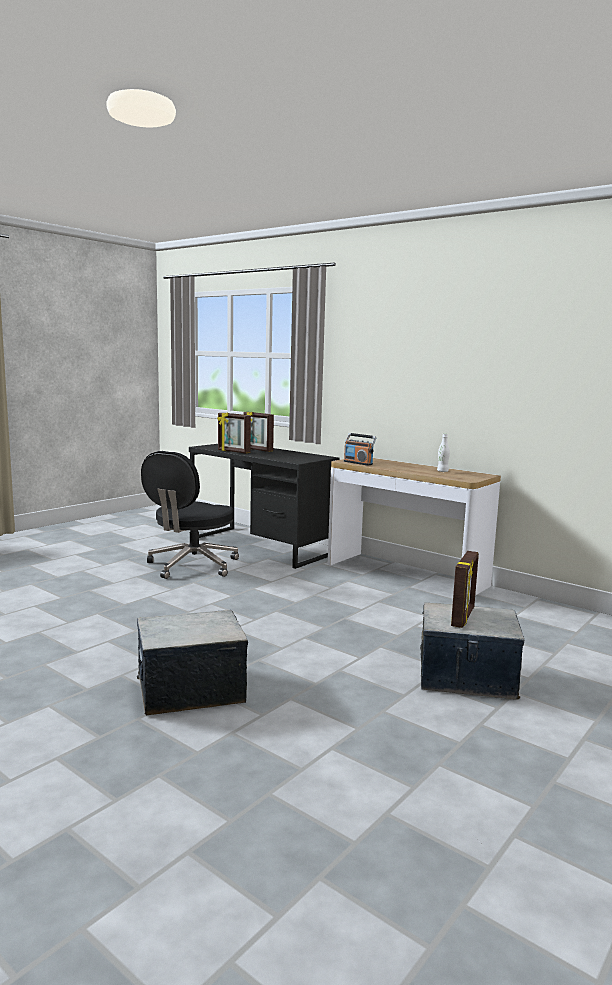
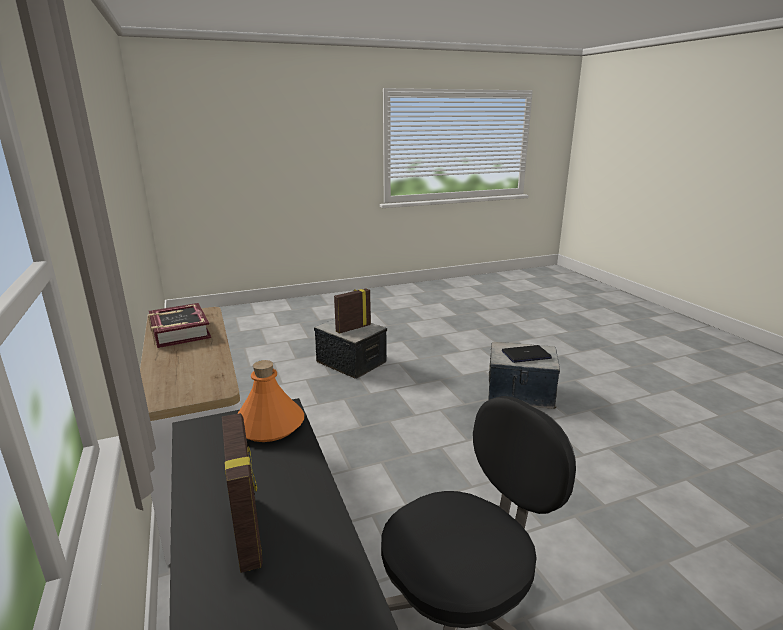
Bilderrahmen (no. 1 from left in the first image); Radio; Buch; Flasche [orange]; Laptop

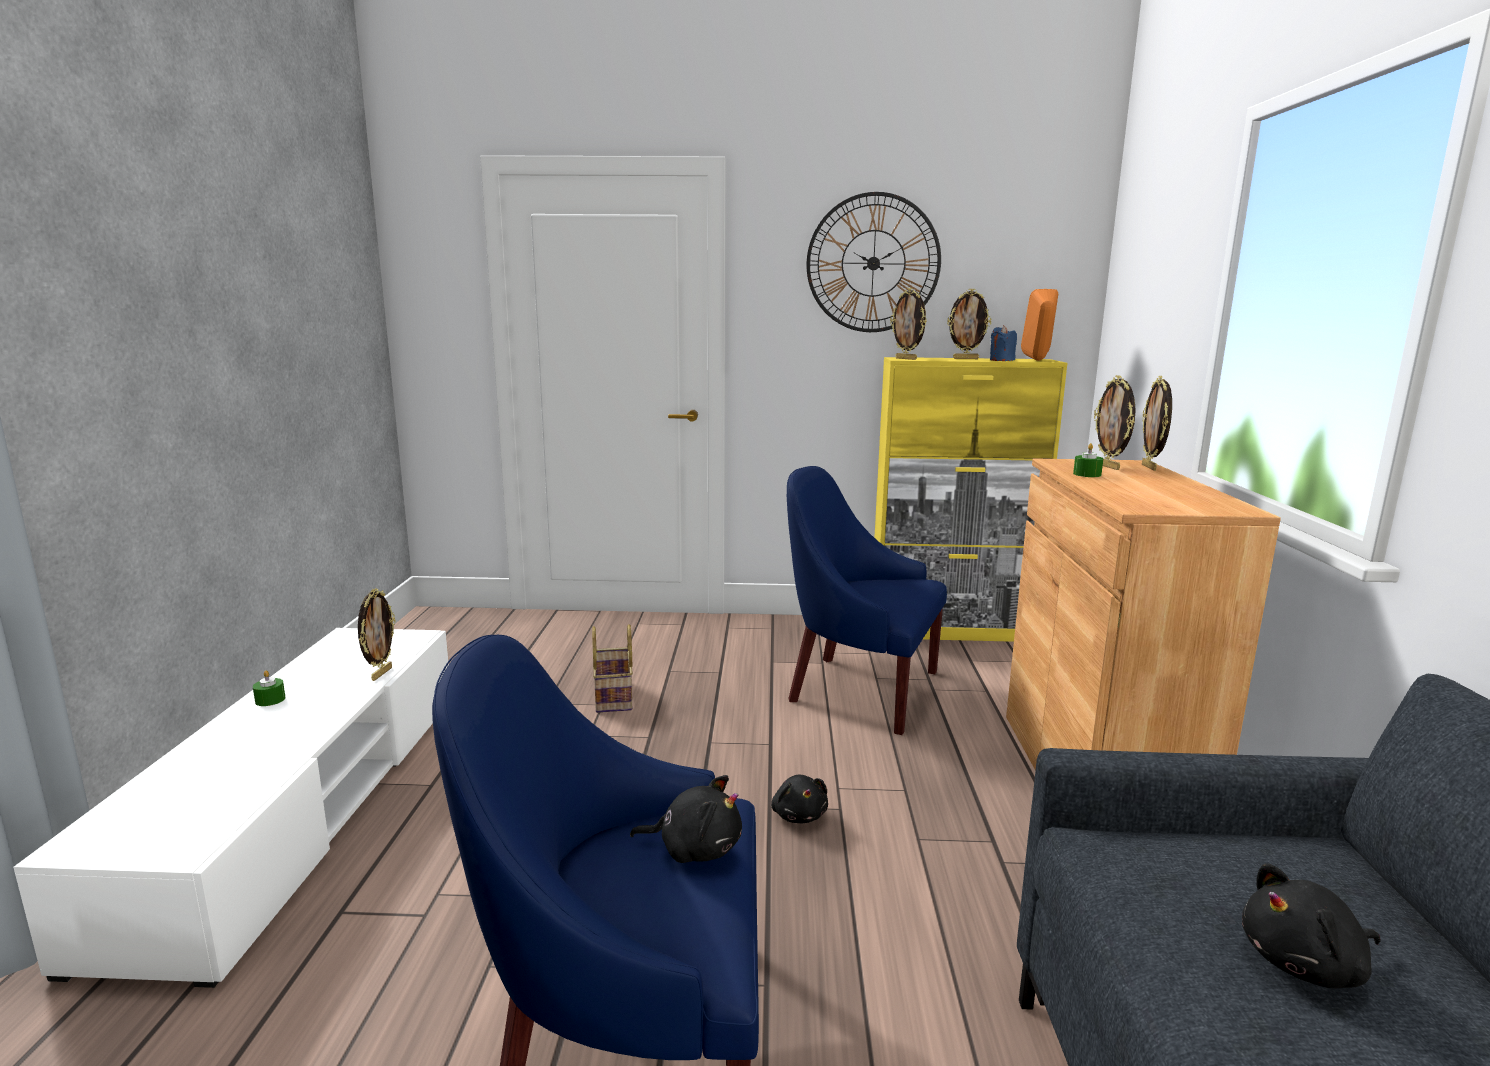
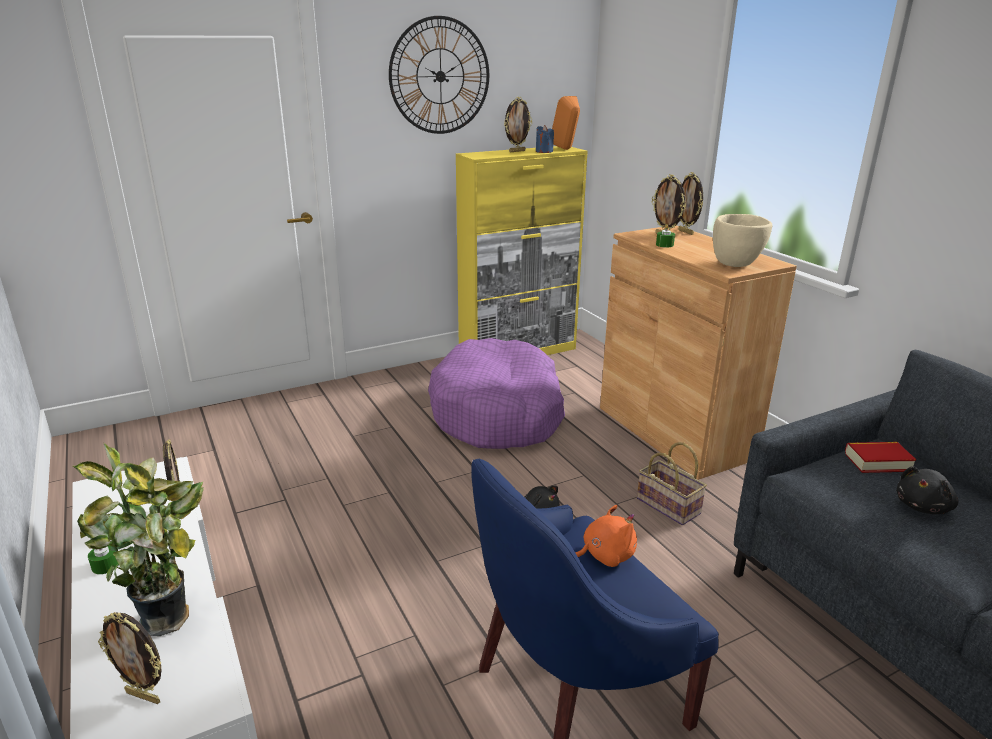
Korb; Plüschtier [orange]; Hundebett [lila]; Bilderrahmen (no. 1 from left); Topfpflanze; Schüssel [beige]; Buch

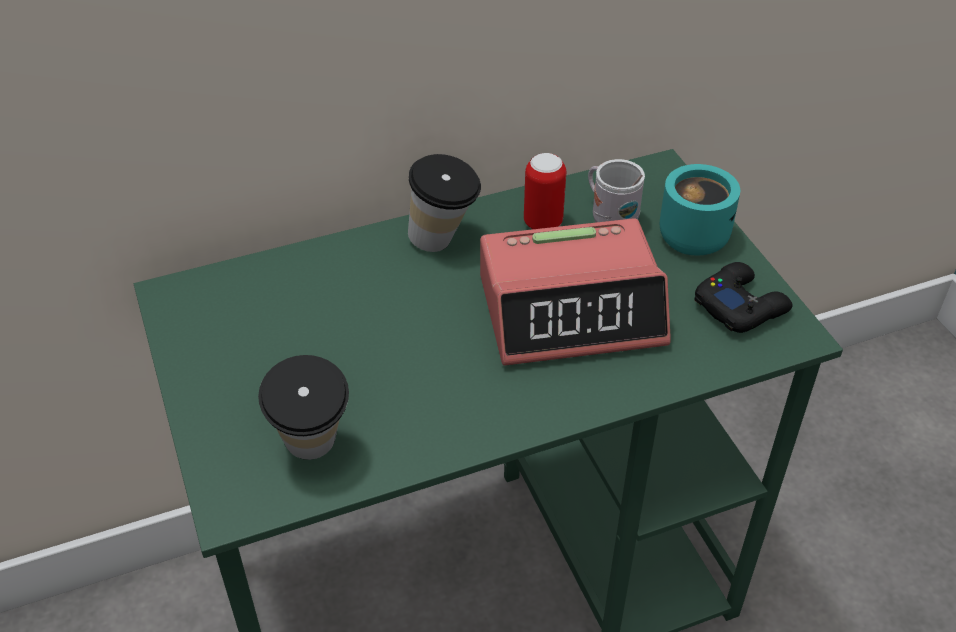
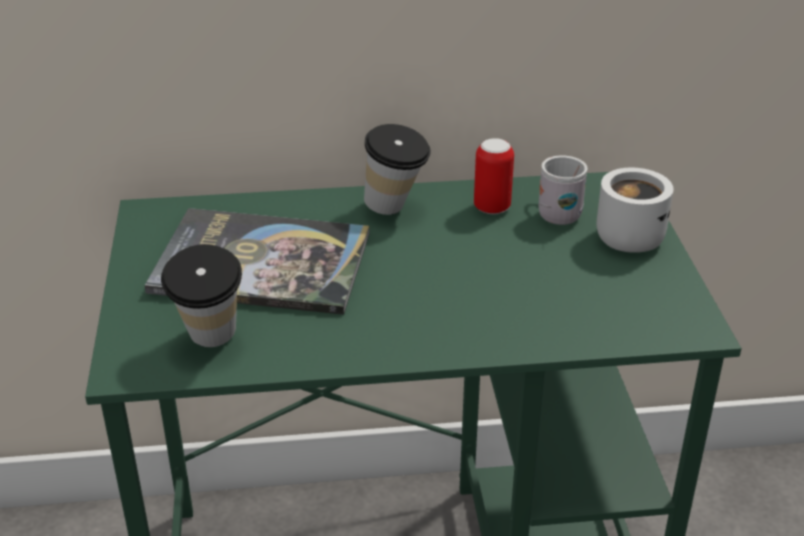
Wecker; Henkelbecher [weiß] (no. 2 from left); Gamepad [schwarz]; Buch

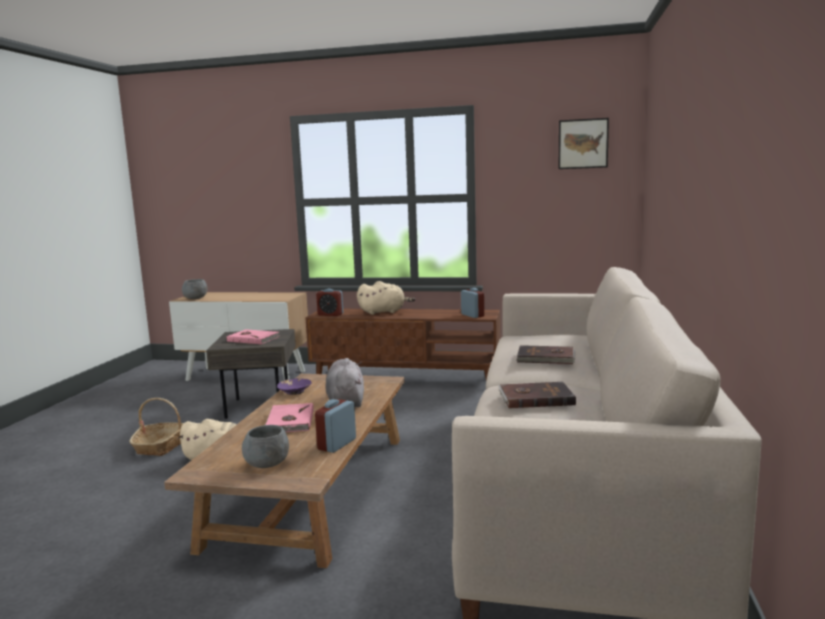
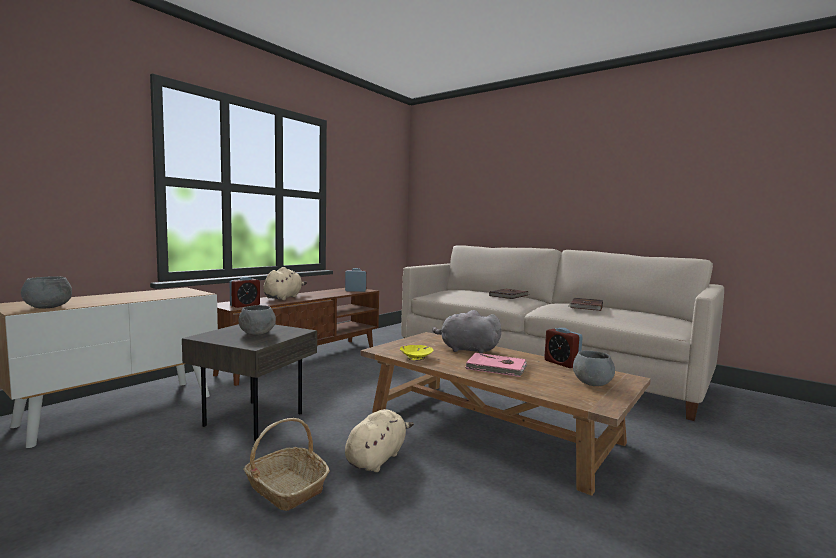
Schüssel [grau] (no. 2 from left); Schüssel [gelb]; Bild

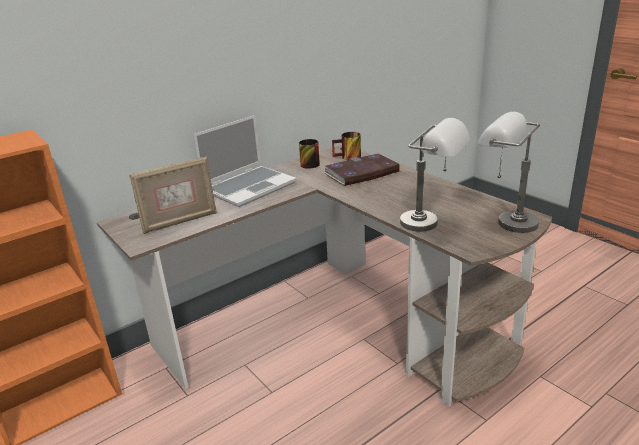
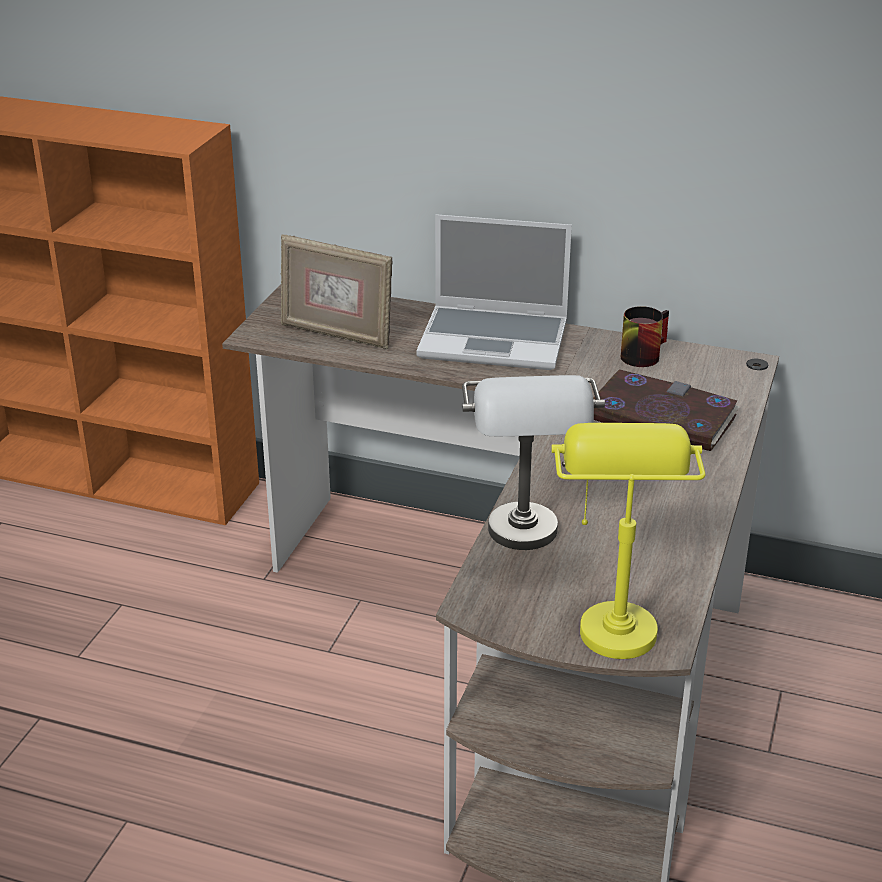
Henkelbecher (no. 2 from left in the first image); Tischlampe [gelb]

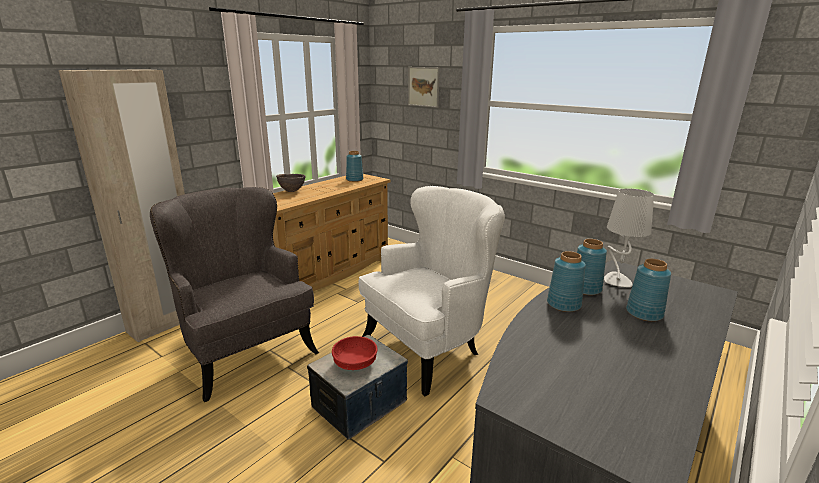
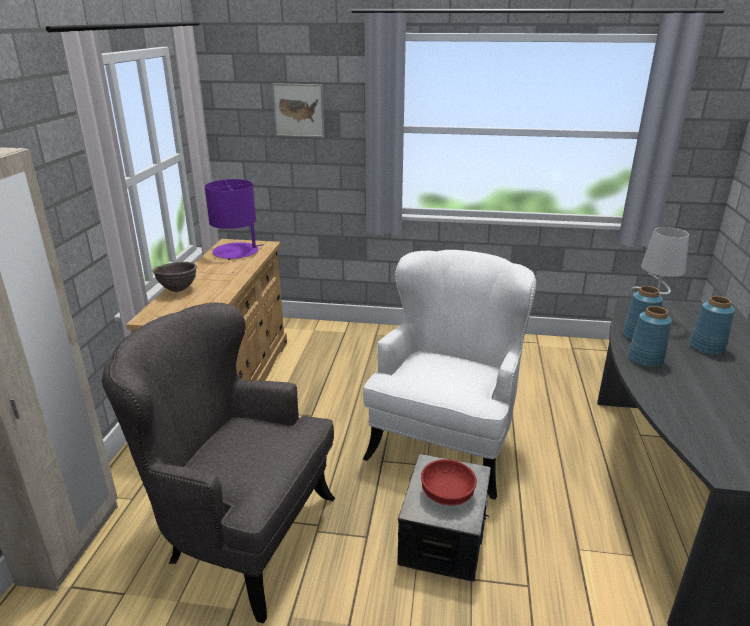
Tischlampe [lila]

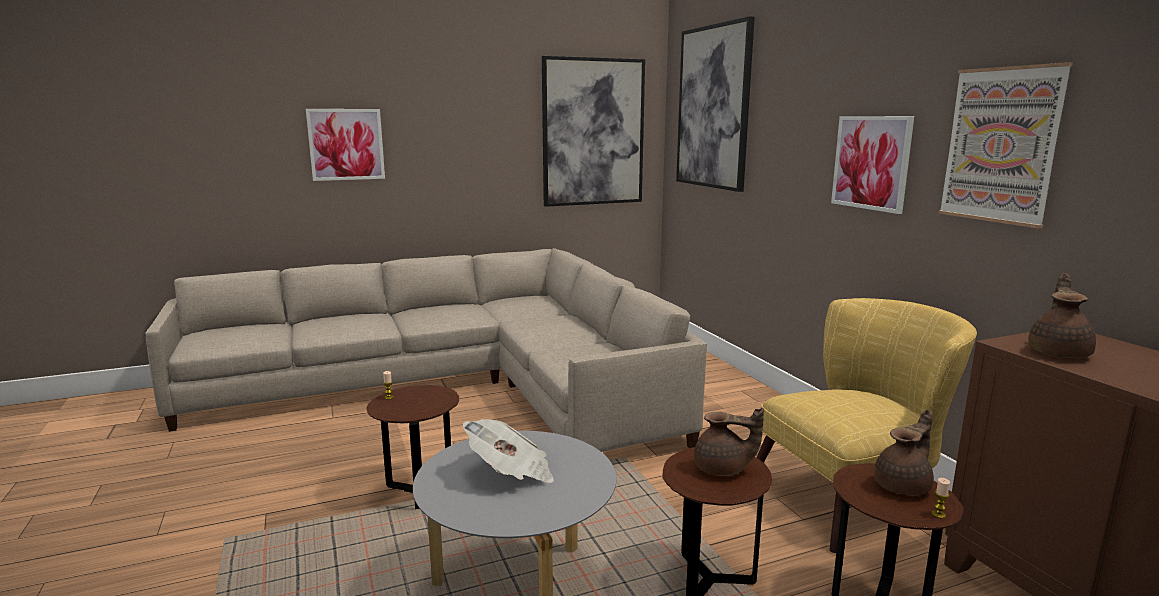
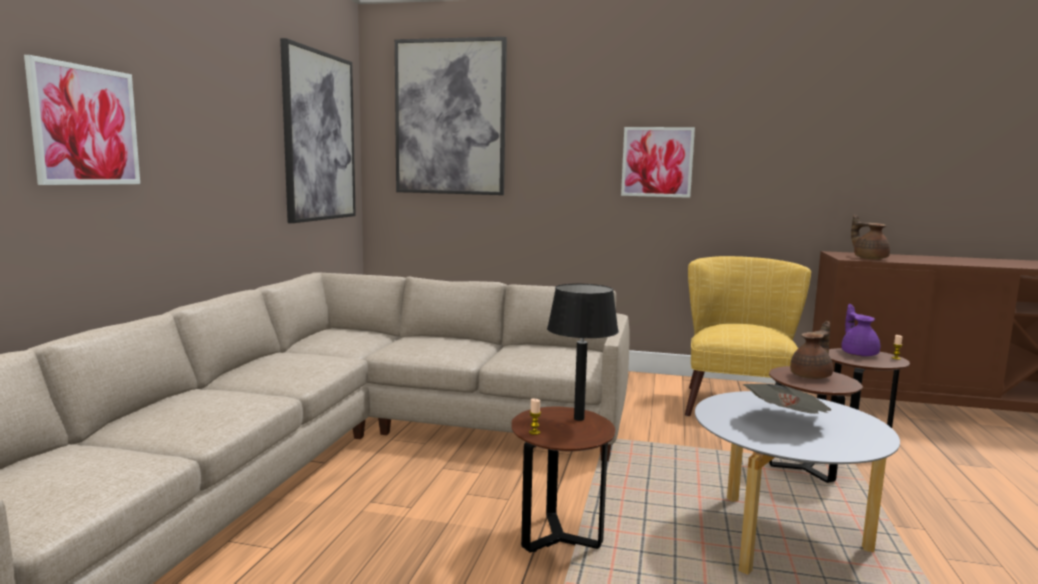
Teekanne [lila]; Bild (no. 5 from left in the first image); Tischlampe [schwarz]

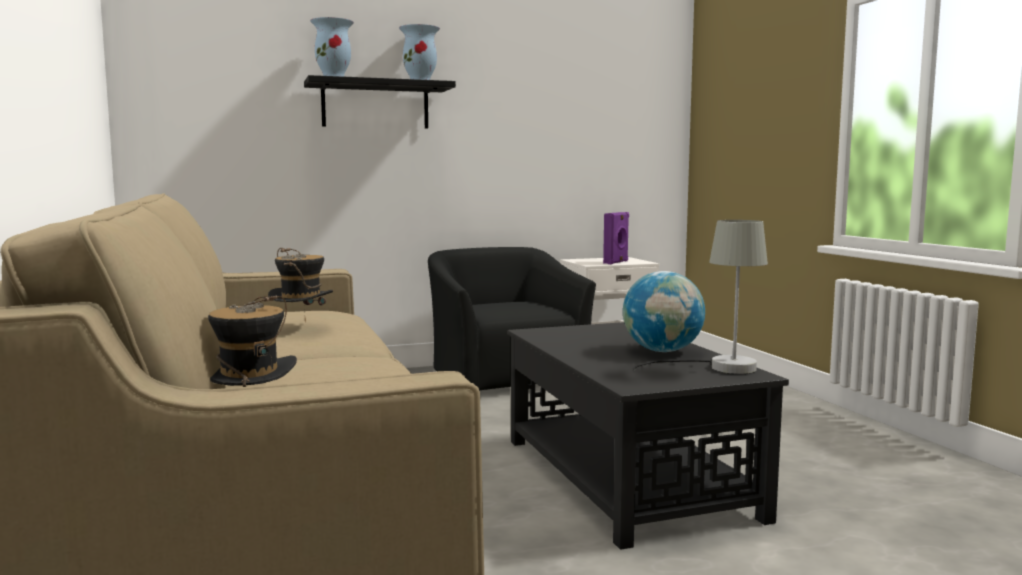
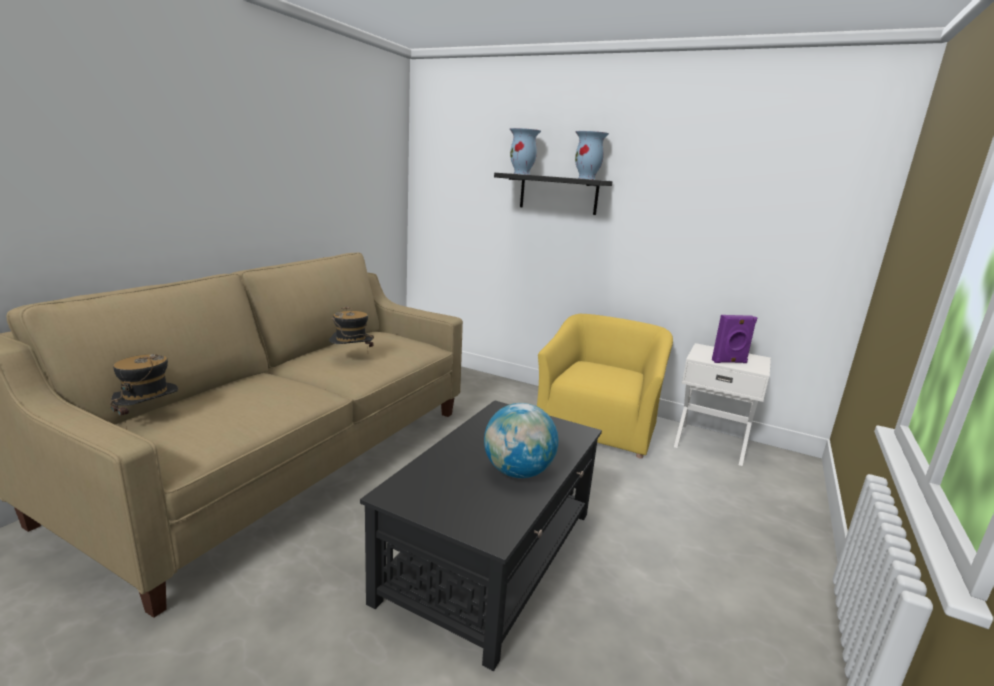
Sessel [gelb]; Tischlampe [grau]

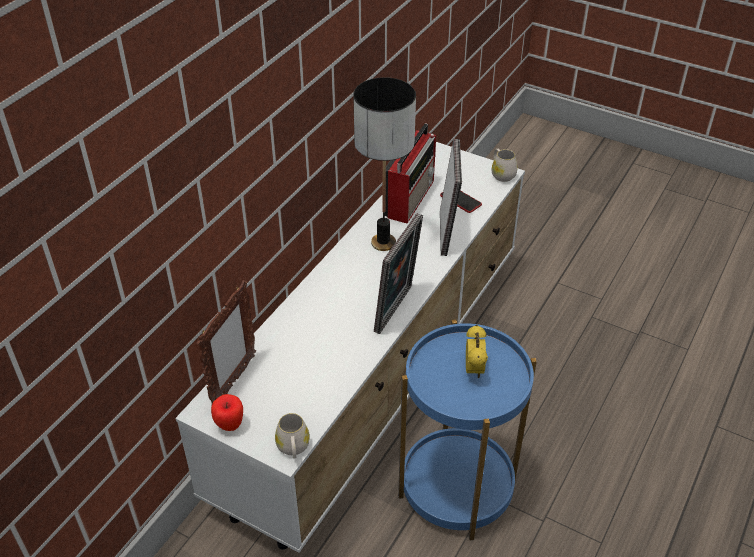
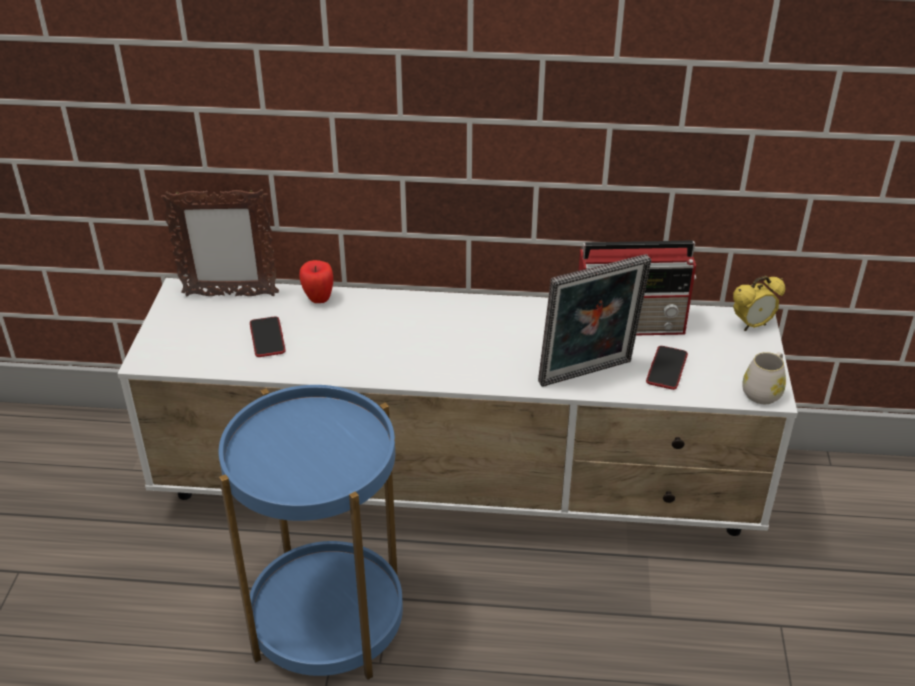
Apfel; Henkelbecher [weiß] (no. 1 from left in the first image); Tischlampe; Bilderrahmen (no. 2 from left in the first image); Wecker; Handy (no. 1 from left)

